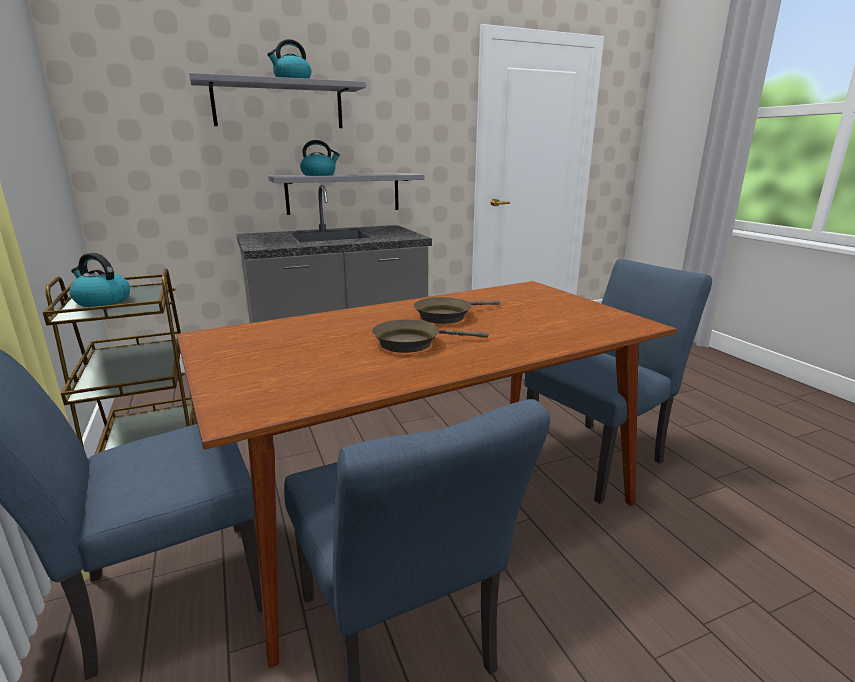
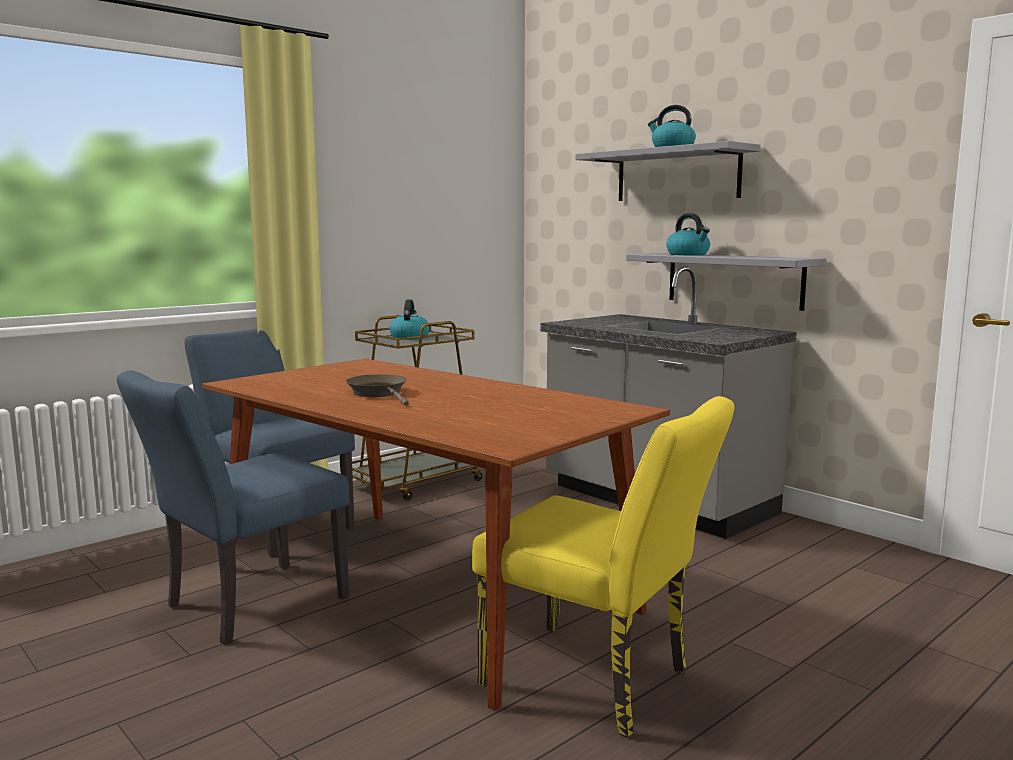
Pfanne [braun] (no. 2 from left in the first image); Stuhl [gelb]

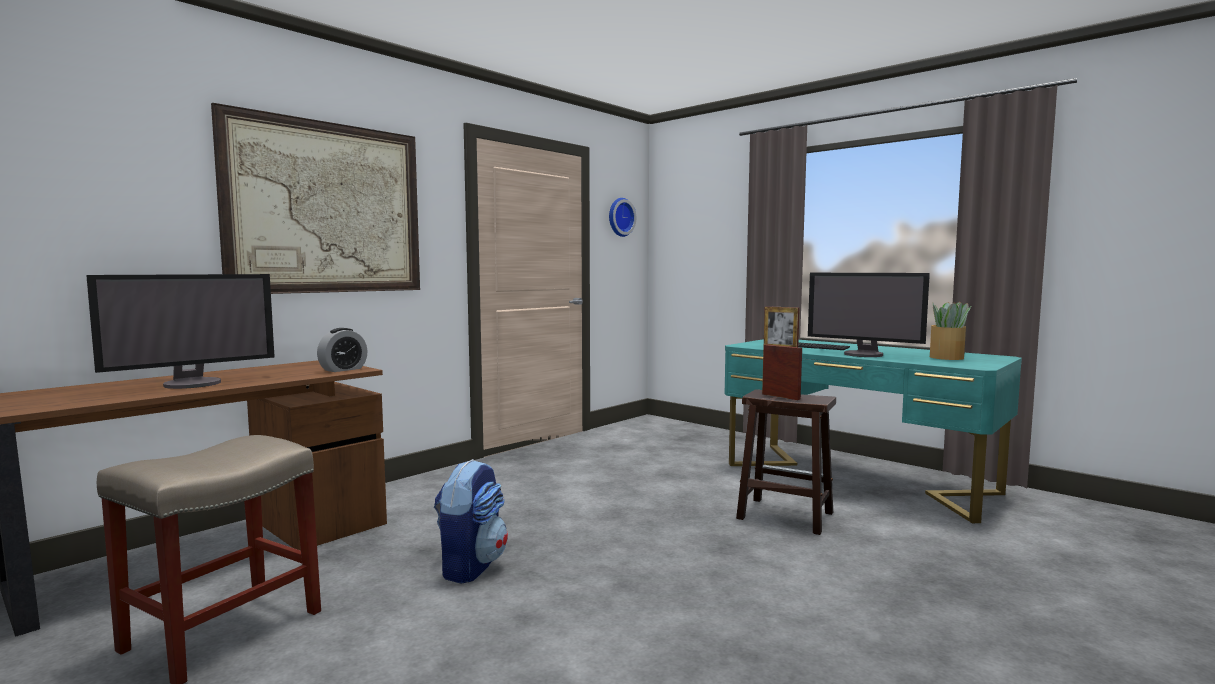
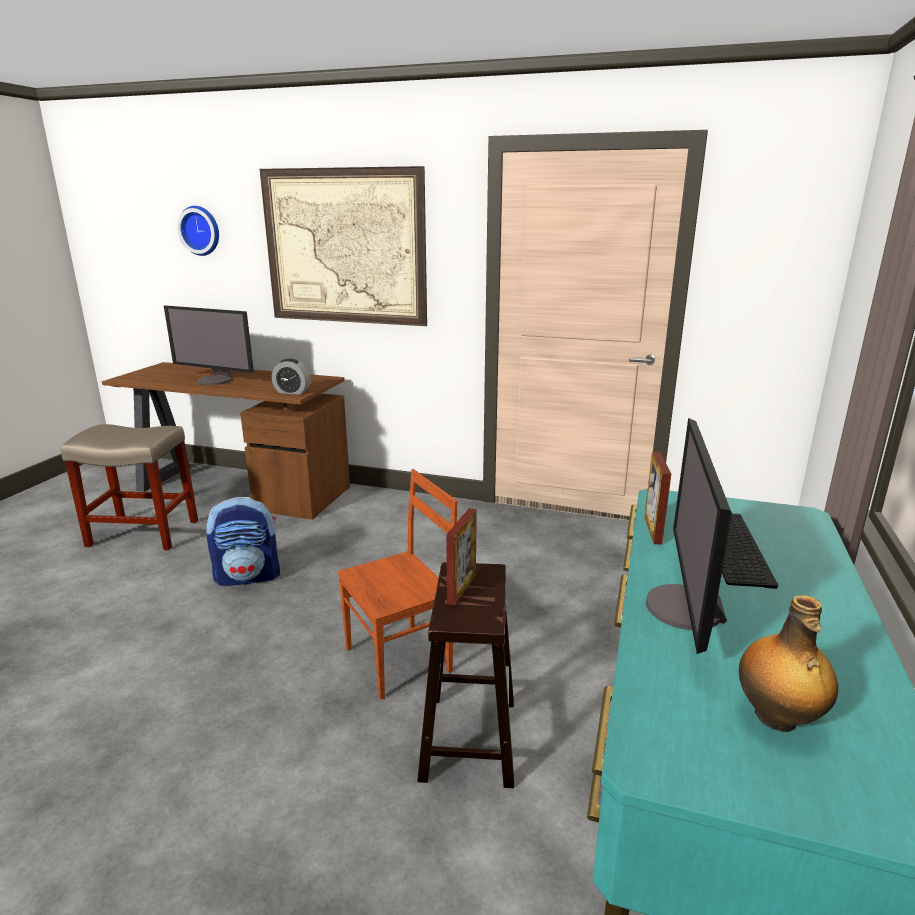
Wanduhr; Flasche; Stuhl [braun]

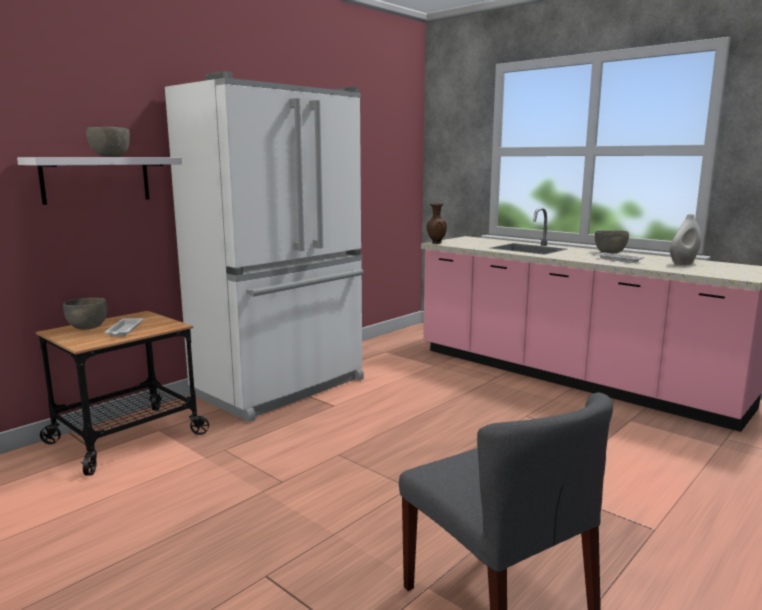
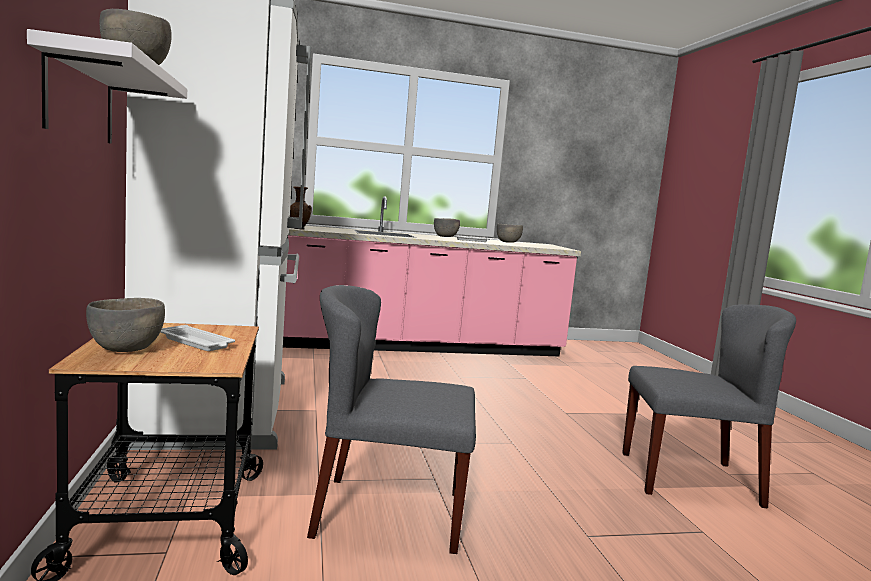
Schüssel [grau] (no. 4 from left); Stuhl [grau] (no. 1 from left)

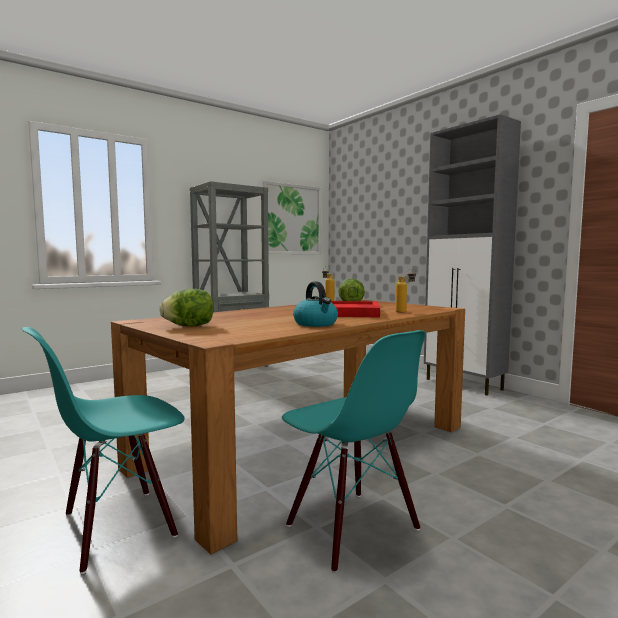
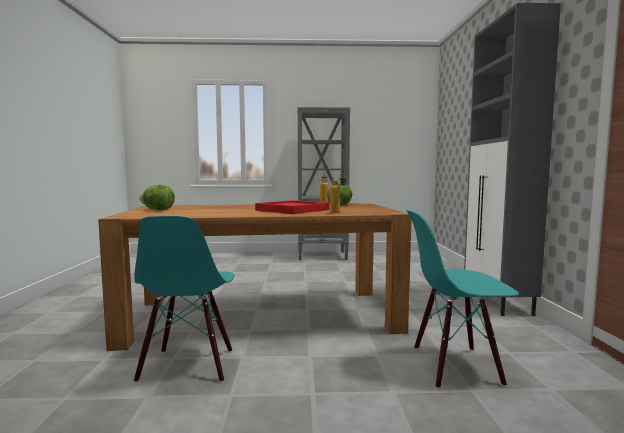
Stuhl [türkis] (no. 2 from left); Bild; Wasserkessel

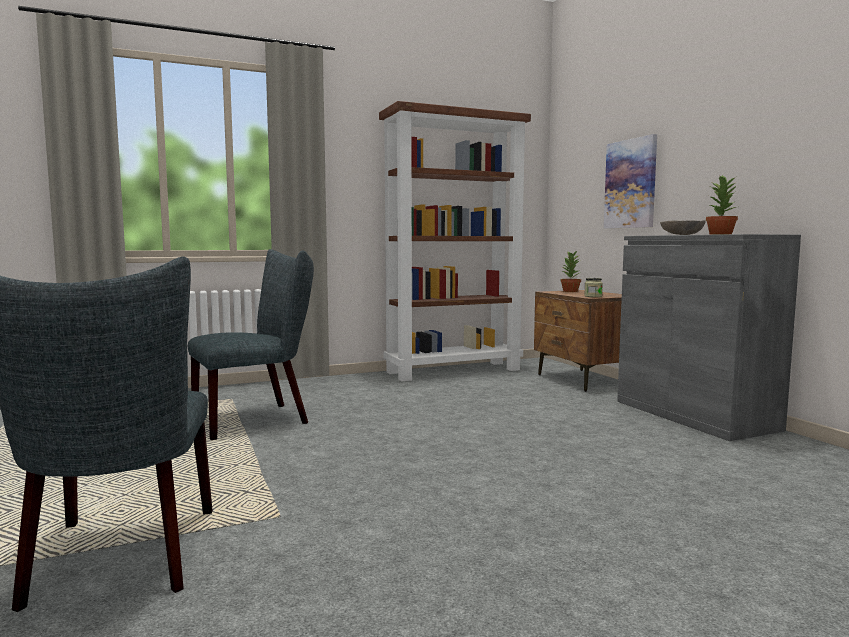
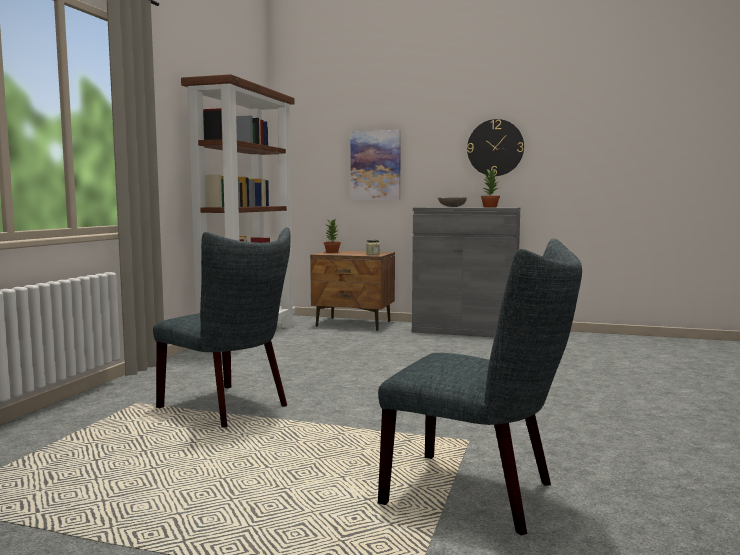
Stuhl [grau] (no. 1 from left); Wanduhr

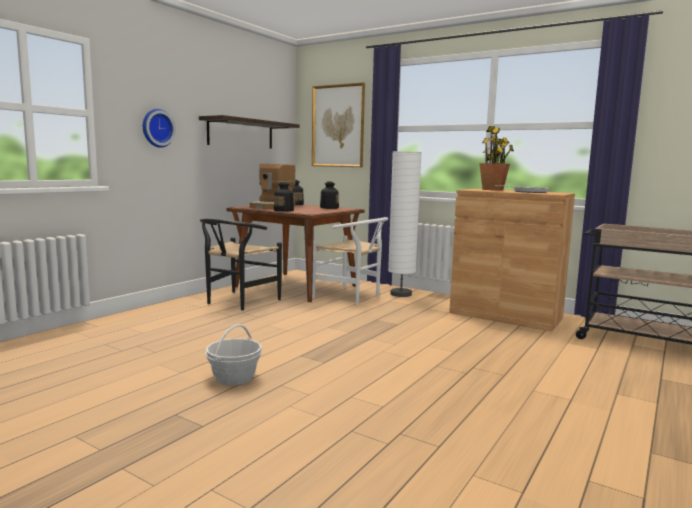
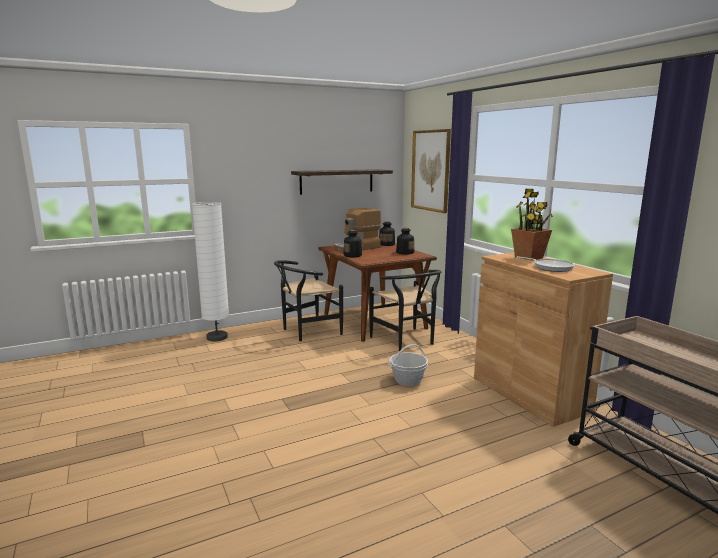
Wanduhr; Korb; Stuhl [schwarz] (no. 2 from left); Stehlampe [weiß]

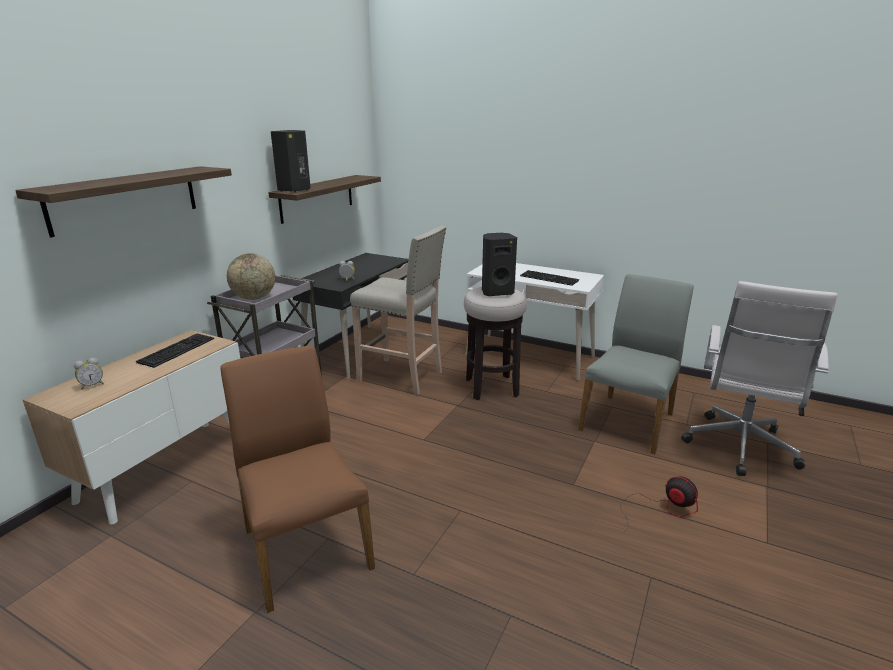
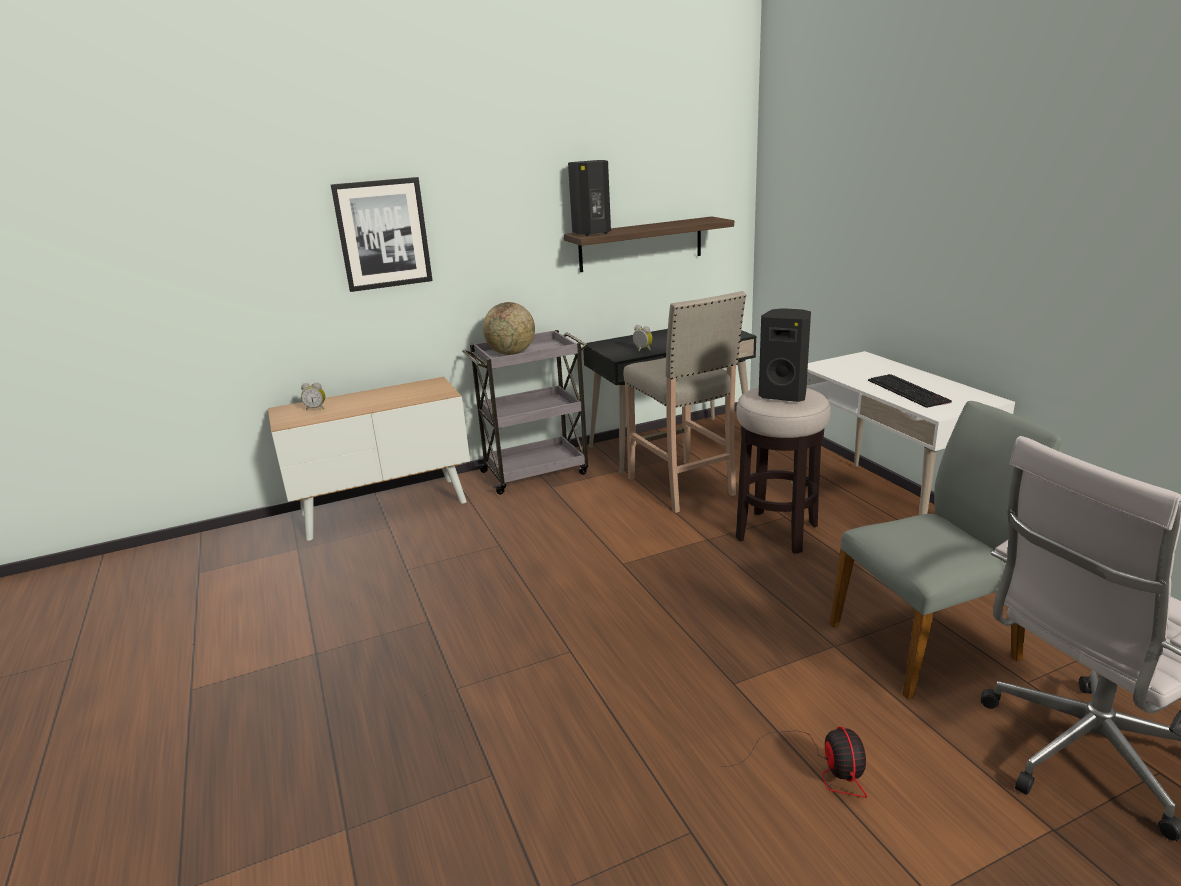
Bild; Tastatur (no. 1 from left in the first image); Stuhl [braun]

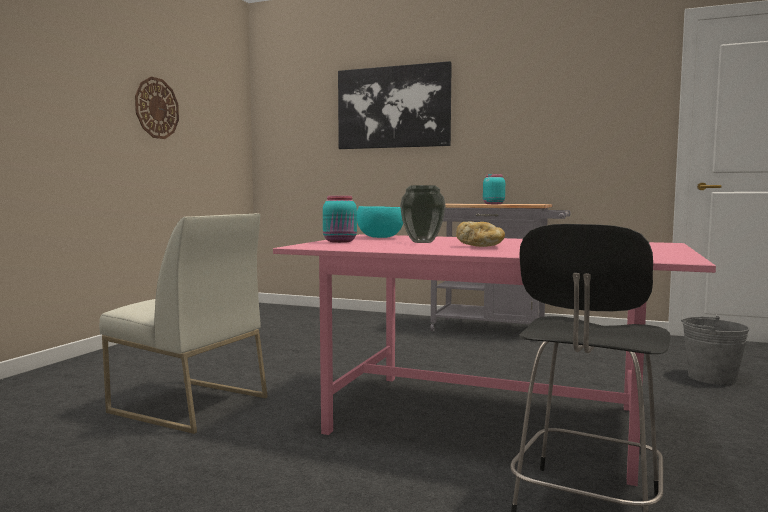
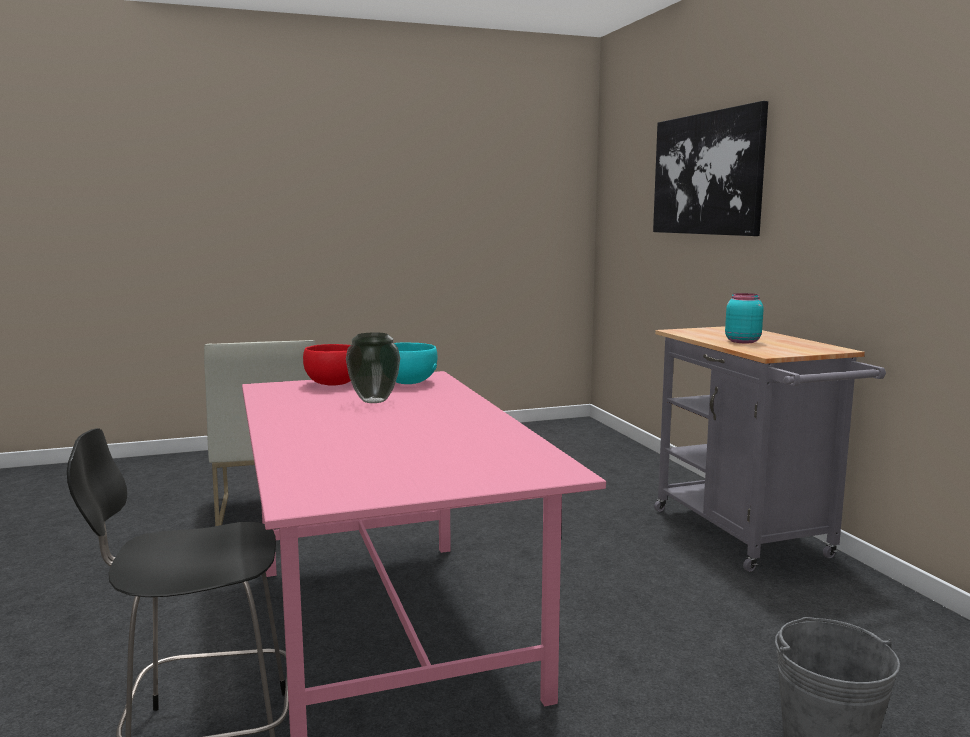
Wanduhr; Schüssel [rot]; Brot

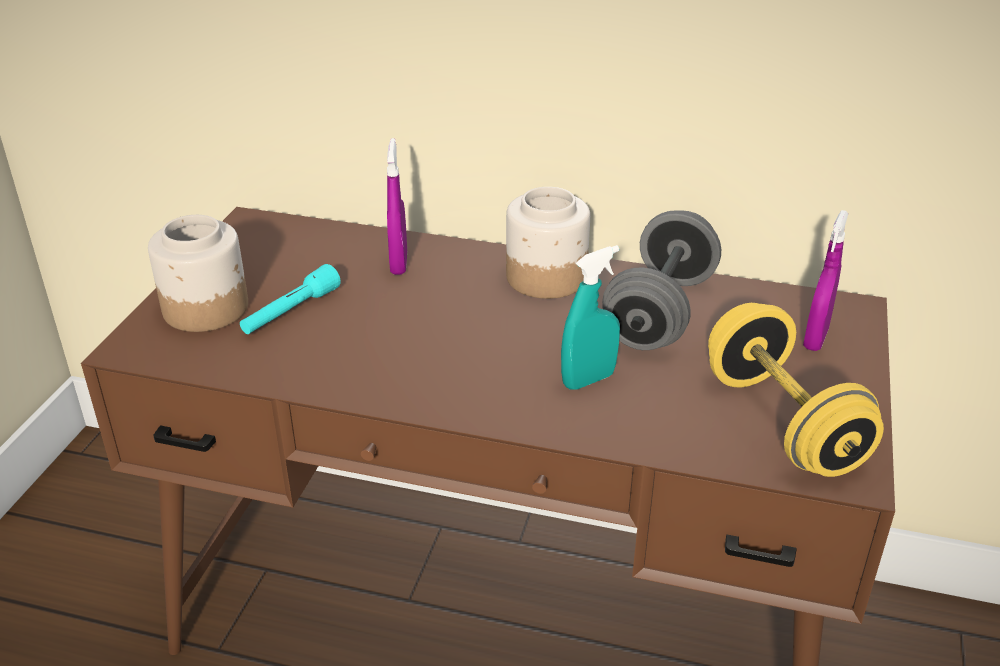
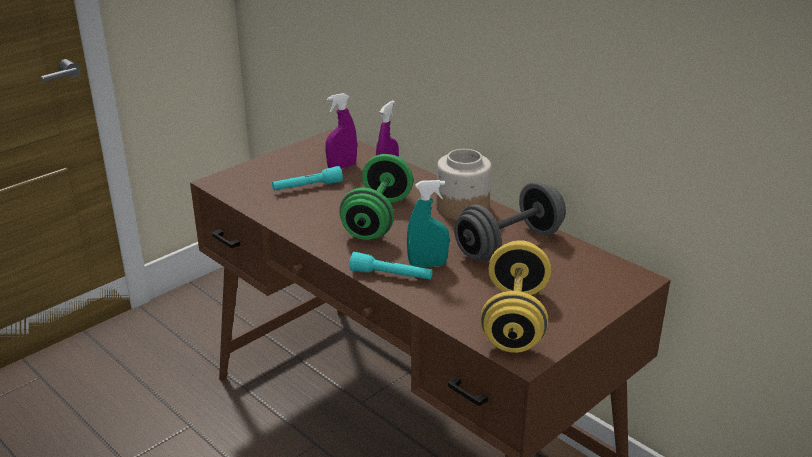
Vorratsglas (no. 1 from left in the first image); Sprühflasche [lila] (no. 1 from left); Hantel [grün]; Taschenlampe [türkis] (no. 2 from left)

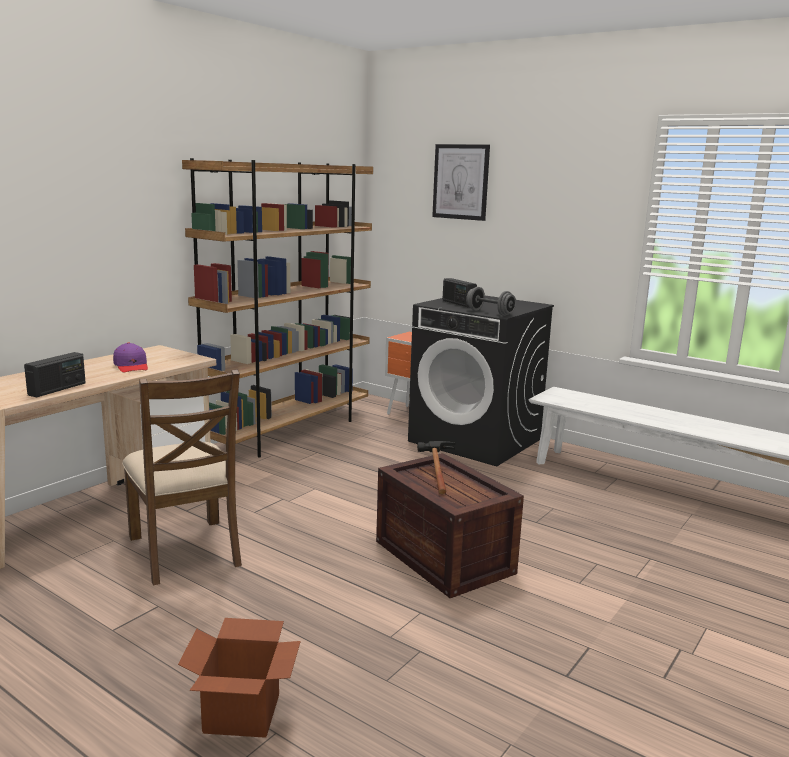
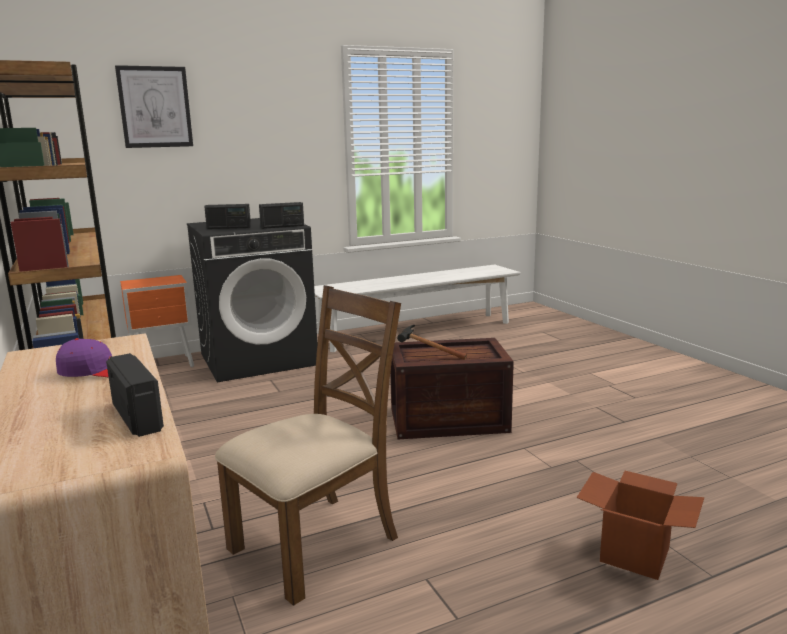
Stuhl [braun]; Radio (no. 3 from left)

